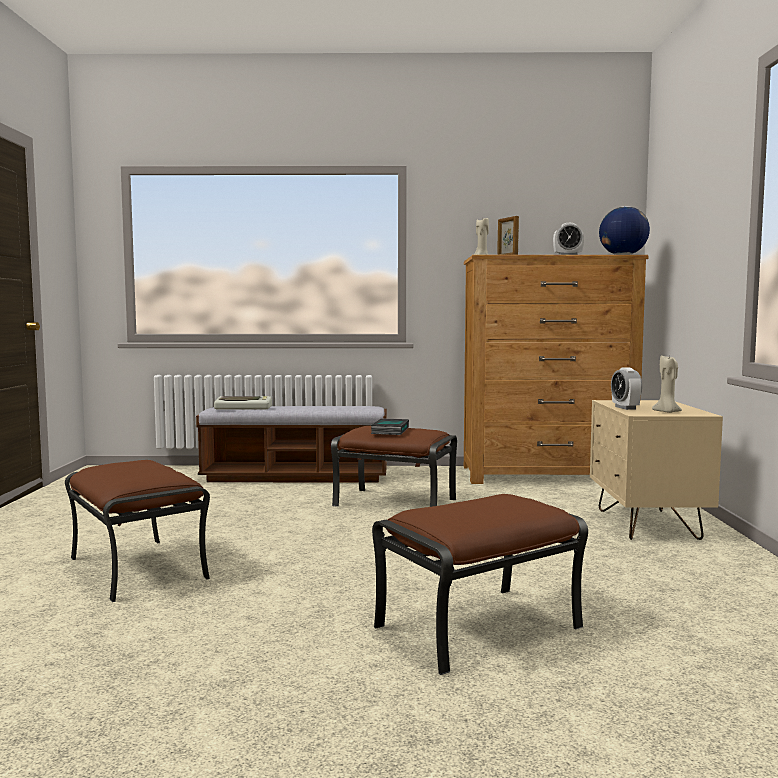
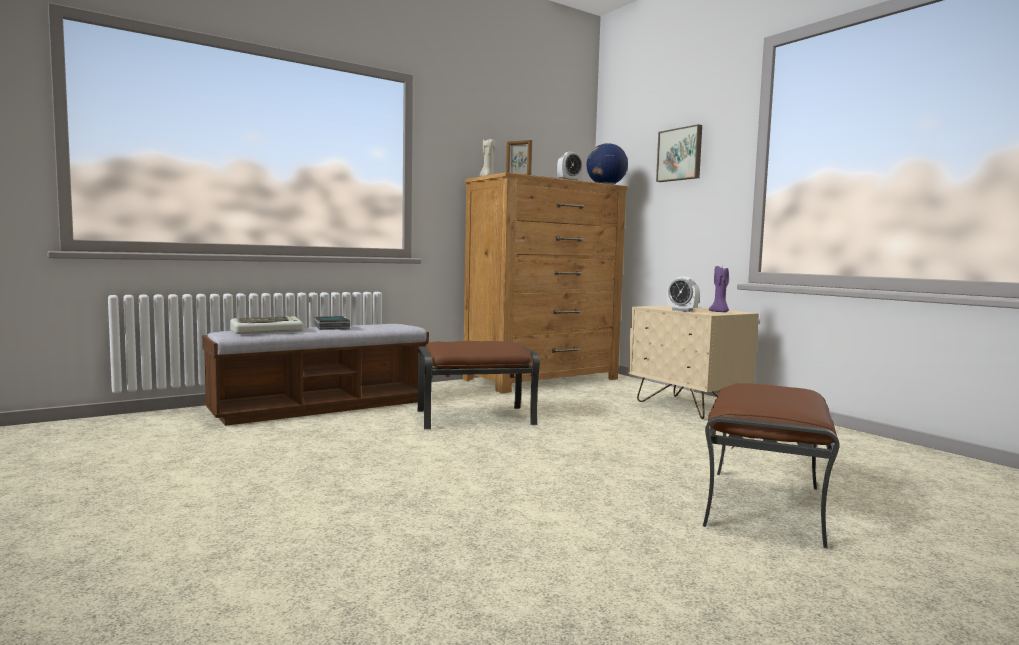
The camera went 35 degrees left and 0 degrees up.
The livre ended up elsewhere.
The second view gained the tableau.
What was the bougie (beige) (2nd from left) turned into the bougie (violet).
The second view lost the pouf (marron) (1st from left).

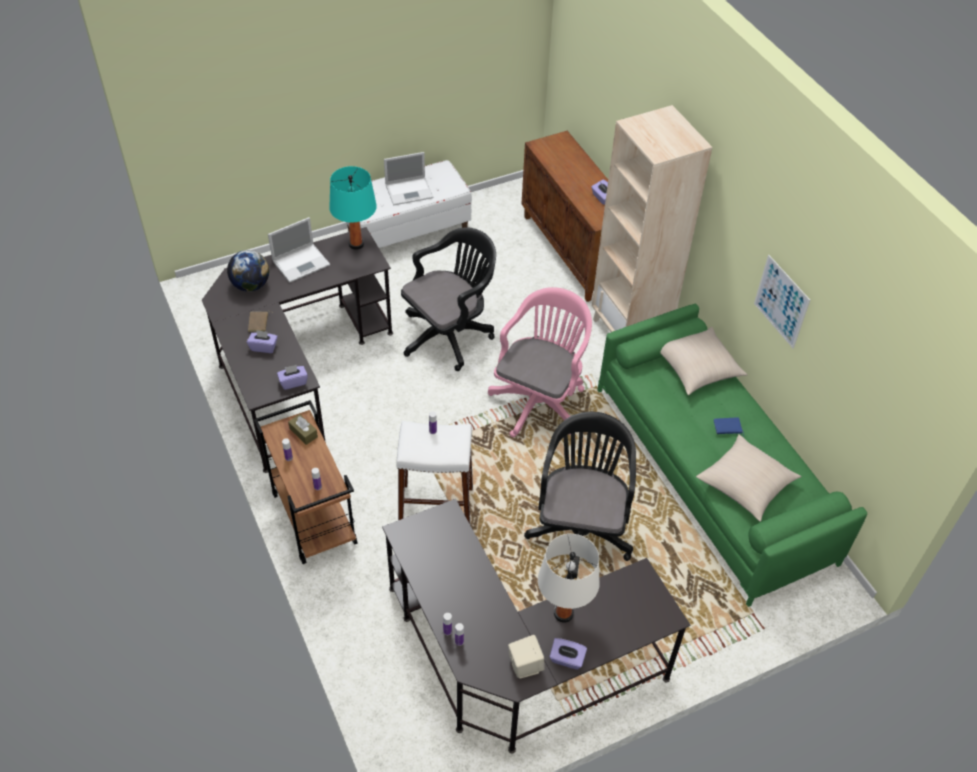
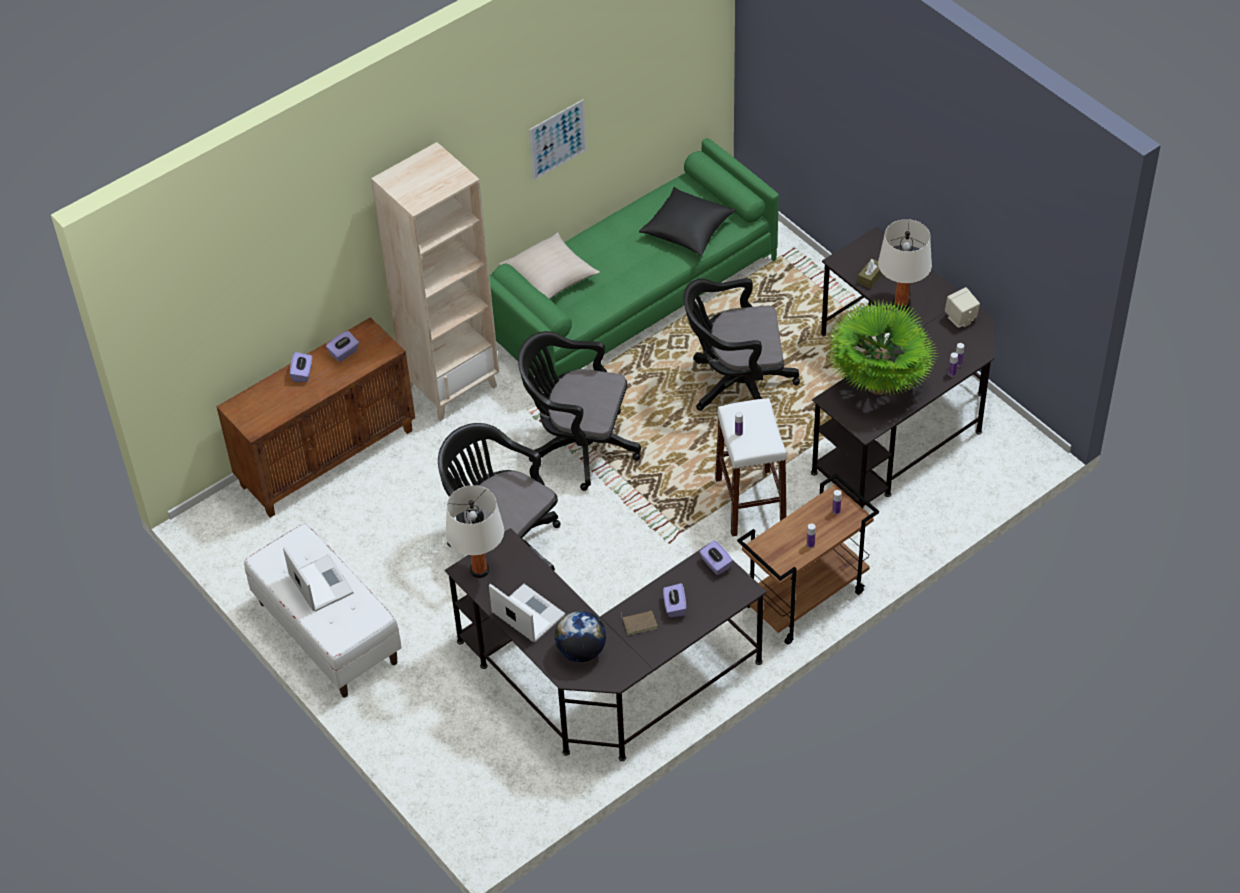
The camera went 100 degrees left and 0 degrees up.
The boîte à mouchoirs (violet) (3rd from left in the first image) ended up elsewhere.
What was the lampe de table (turquoise) turned into the lampe de table (blanc) (1st from left).
What was the chaise de bureau (rose) turned into the chaise de bureau (noir) (2nd from left).
What was the coussin (beige) (2nd from left) turned into the coussin (noir).
The second view gained the plante en pot.
The boîte à mouchoirs (marron) ended up elsewhere.
The second view lost the livre (bleu).

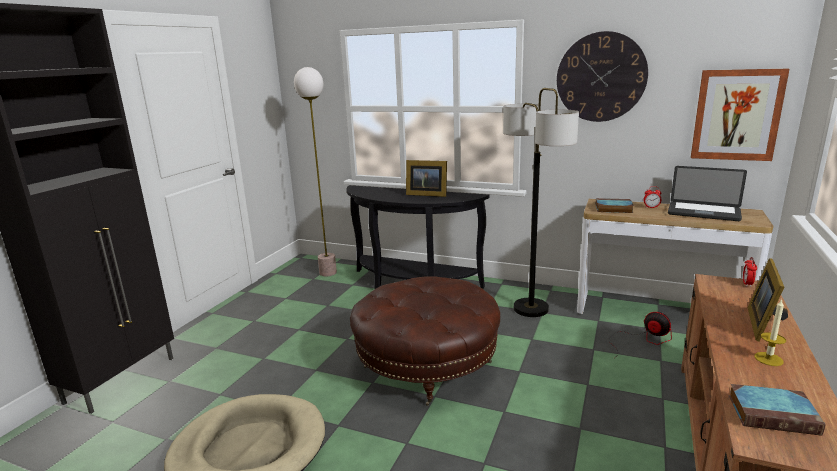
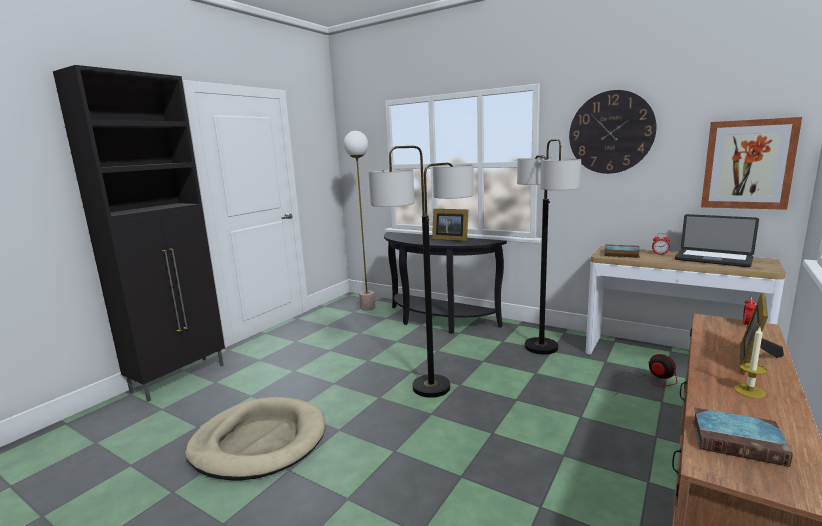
The camera went 10 degrees right and 5 degrees down.
Where the pouf (marron) stood, the lampadaire (2nd from left) came to stand.

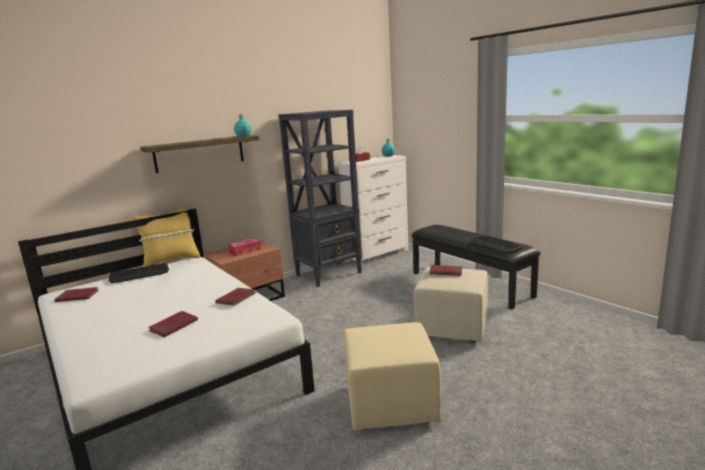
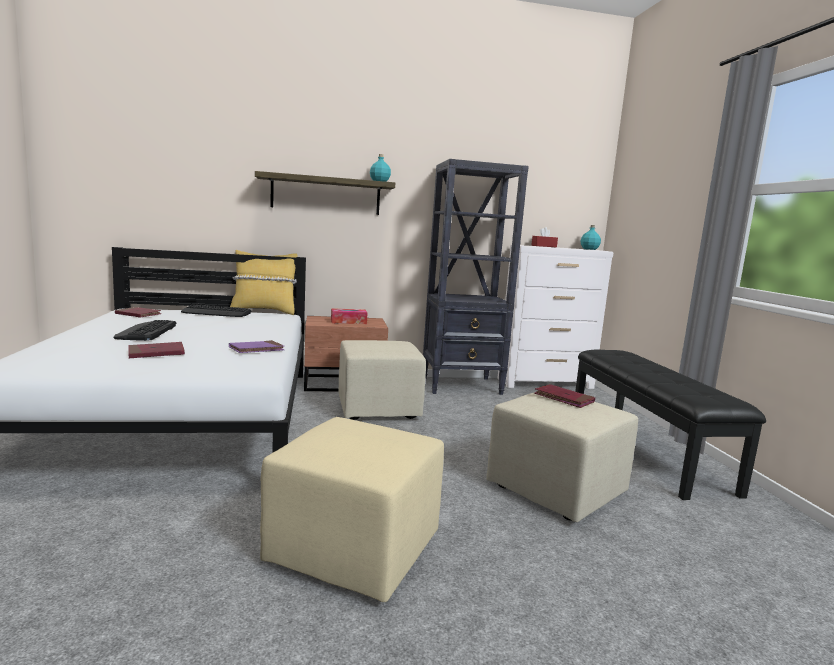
The camera went 25 degrees right and 5 degrees down.
The clavier (2nd from left in the first image) ended up elsewhere.
What was the livre (rouge) (3rd from left) turned into the livre (violet).
The second view gained the pouf (beige) (2nd from left).

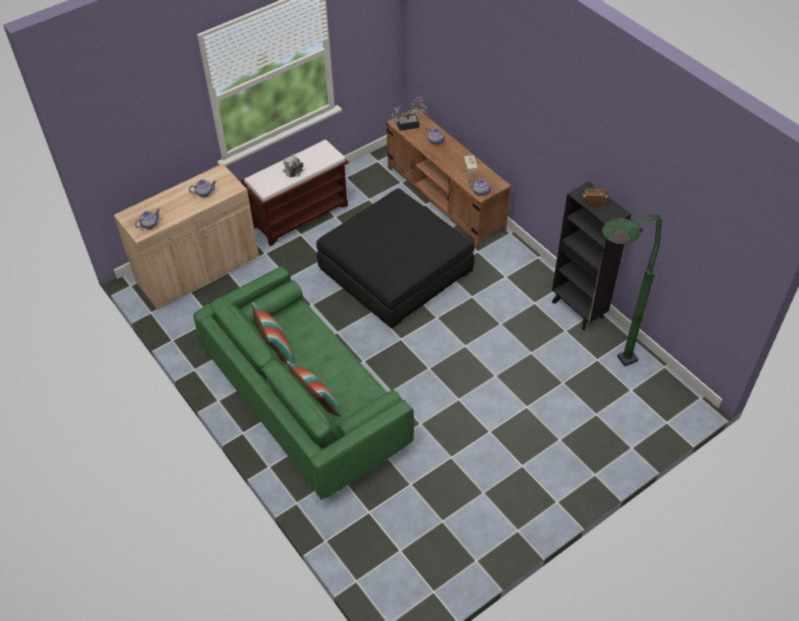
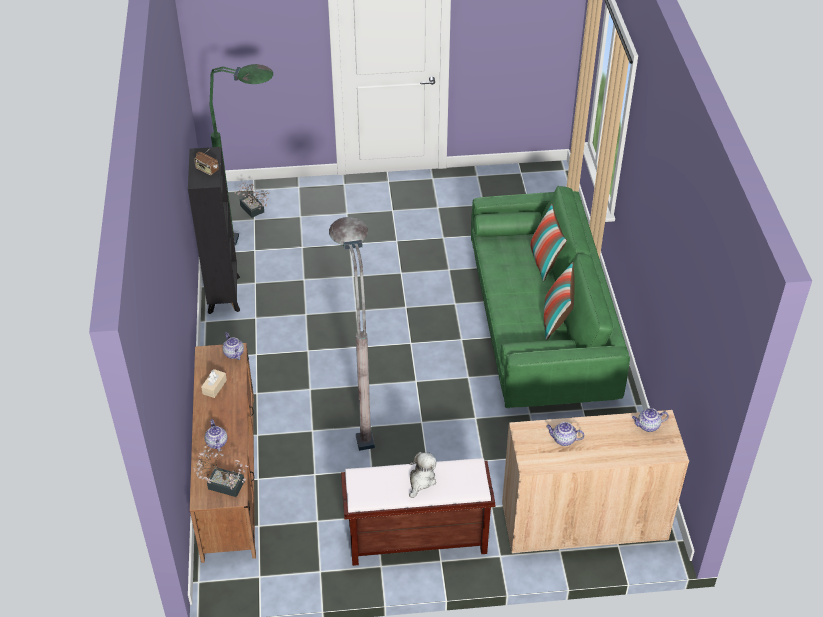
The camera went 150 degrees left and 5 degrees down.
The second view gained the plante en pot (2nd from left).
Where the pouf (noir) stood, the lampadaire (gris) came to stand.

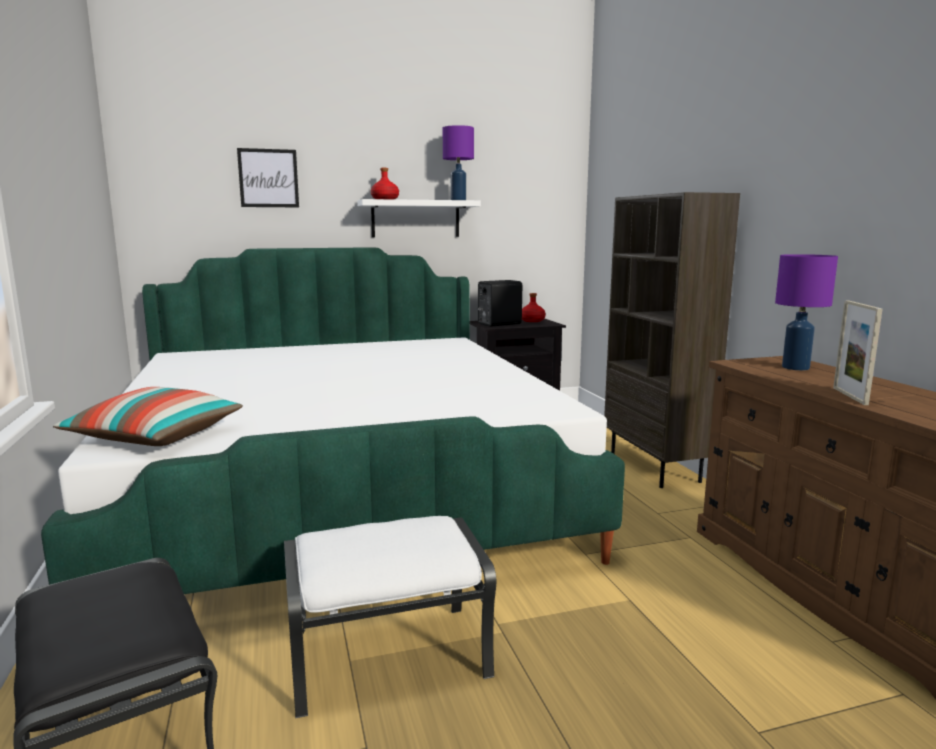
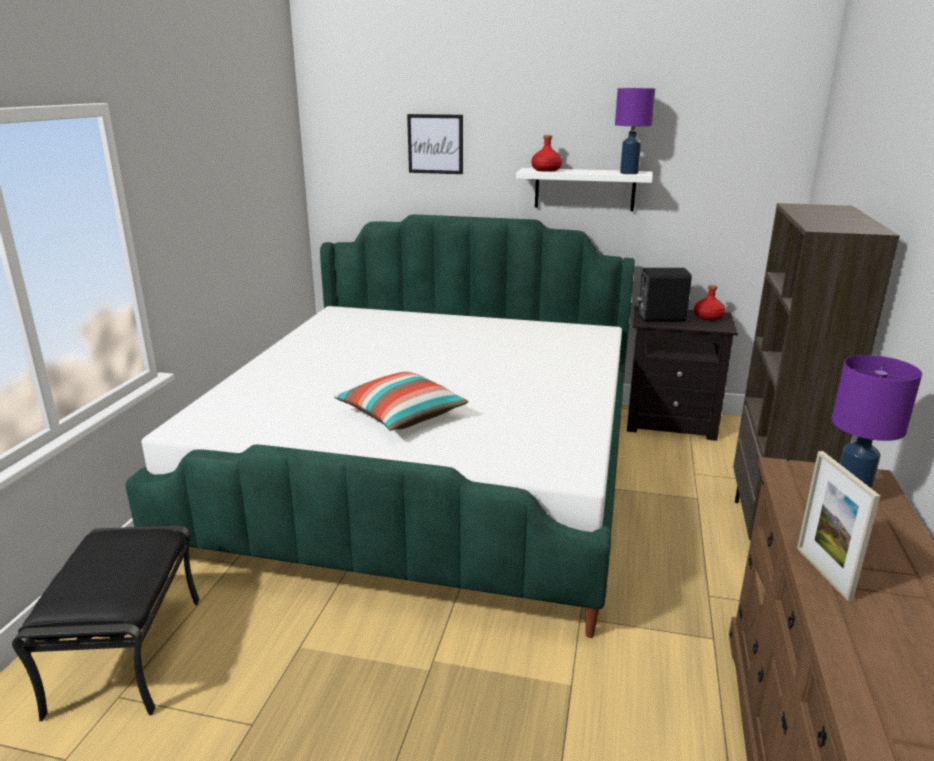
The camera went 30 degrees right and 10 degrees up.
The coussin ended up elsewhere.
The cadre photo ended up facing another way, 45 degrees counterclockwise from before.
The second view lost the pouf (blanc).

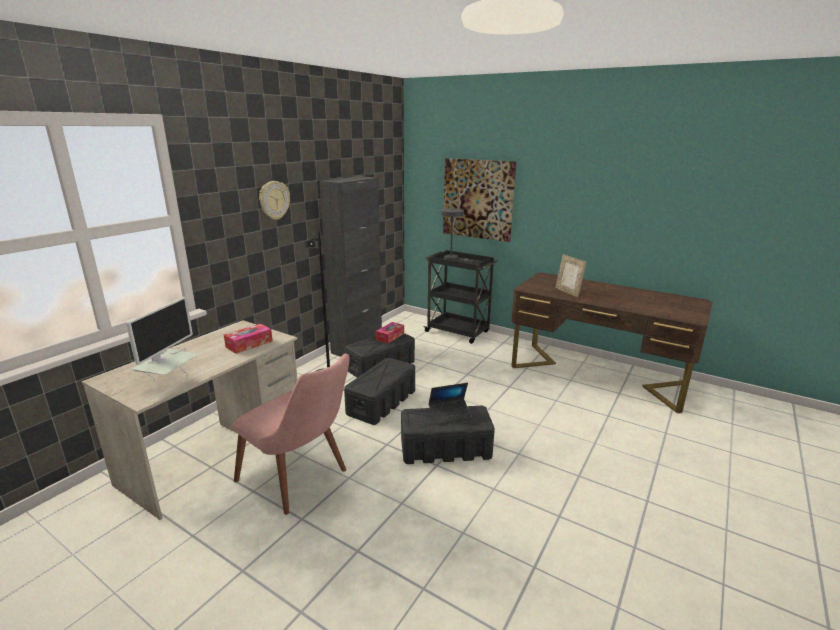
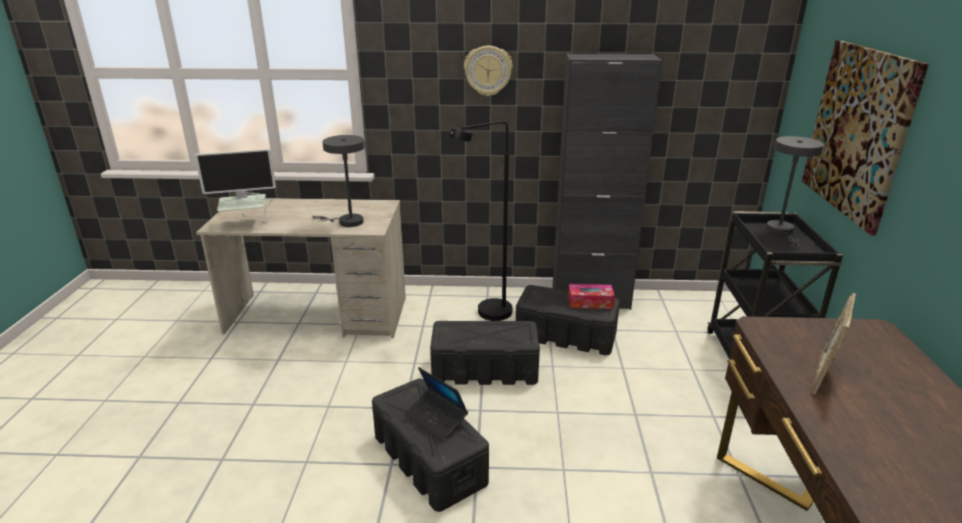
The camera went 60 degrees right and 5 degrees up.
Where the boîte à mouchoirs (1st from left) stood, the lampe de table (gris) (1st from left) came to stand.
The second view lost the chaise (rose).

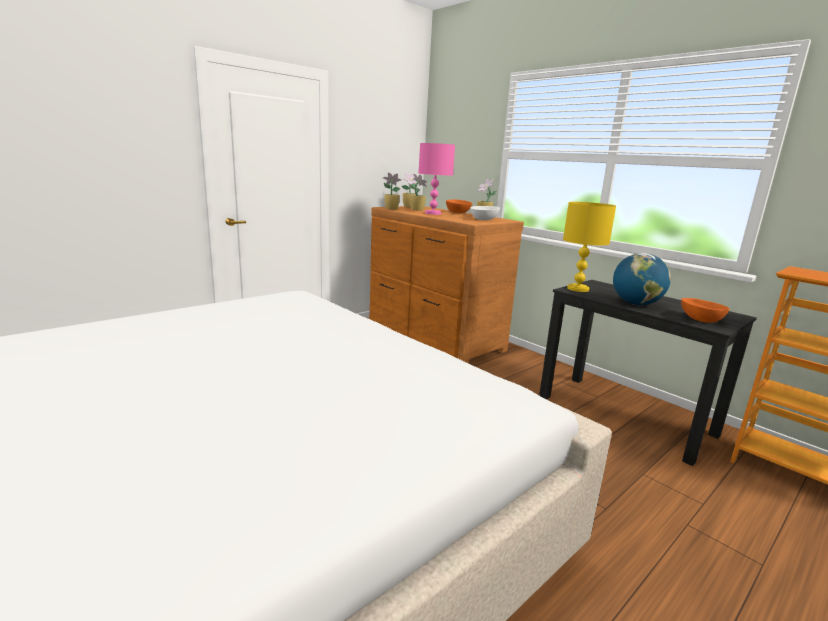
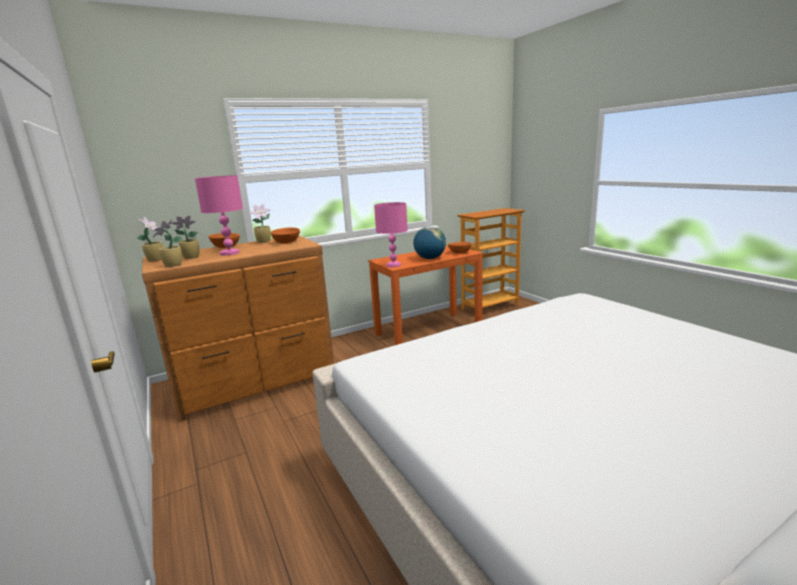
The camera went 75 degrees left and 0 degrees up.
What was the bol (blanc) turned into the bol (orange) (2nd from left).
What was the bureau (noir) turned into the bureau (orange).
What was the lampe de table (jaune) turned into the lampe de table (rose) (2nd from left).

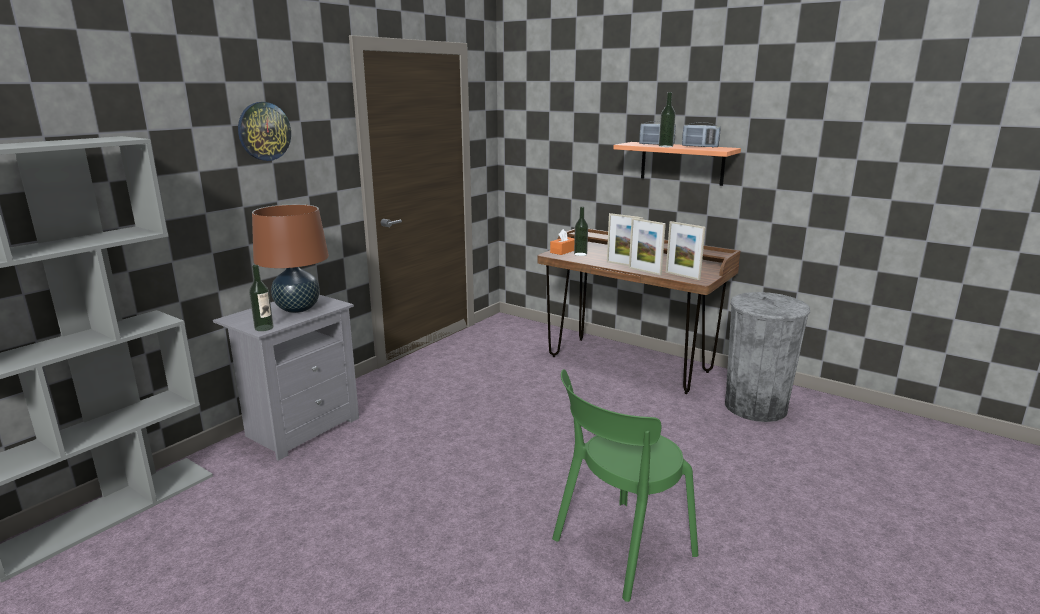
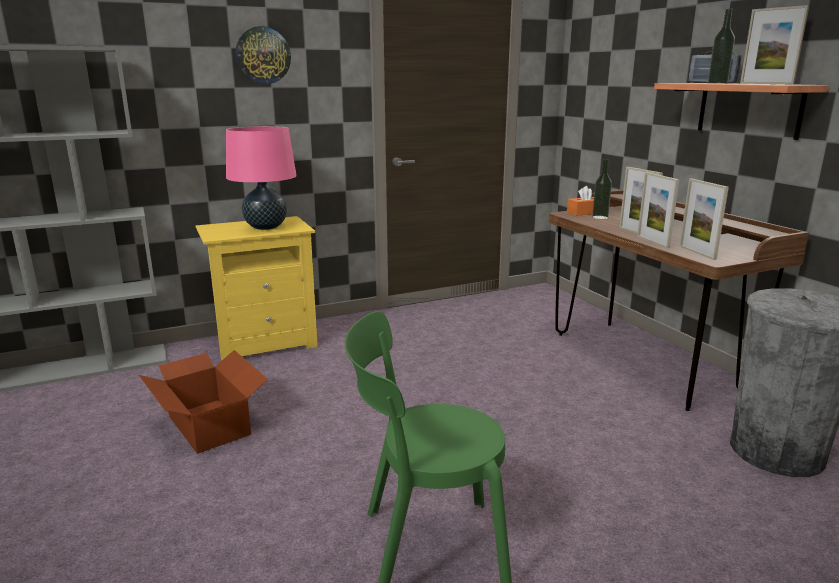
The camera went 30 degrees right and 0 degrees up.
The second view gained the carton.
What was the table de chevet (gris) turned into the table de chevet (jaune).
What was the lampe de table (marron) turned into the lampe de table (rose).
Where the radio (2nd from left) stood, the cadre photo (4th from left) came to stand.
The second view lost the bouteille (1st from left).

